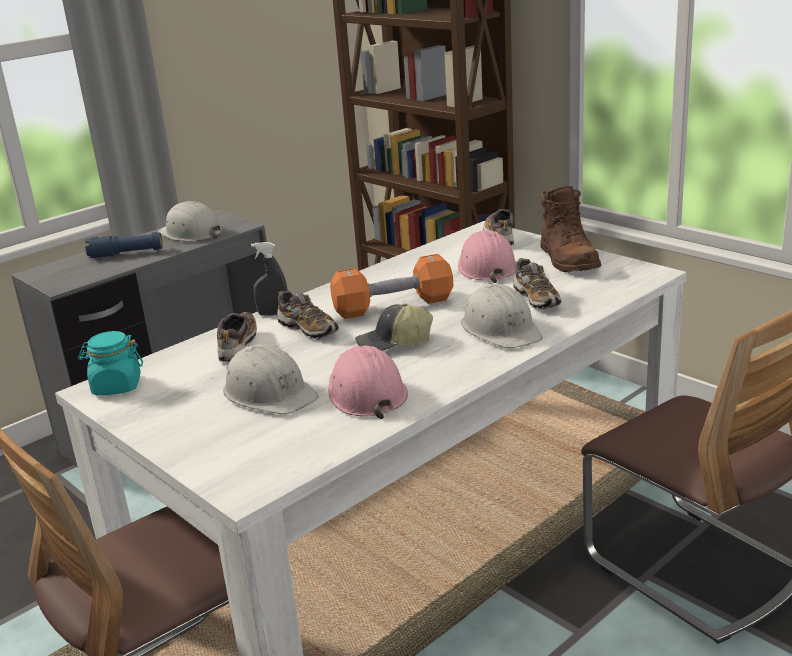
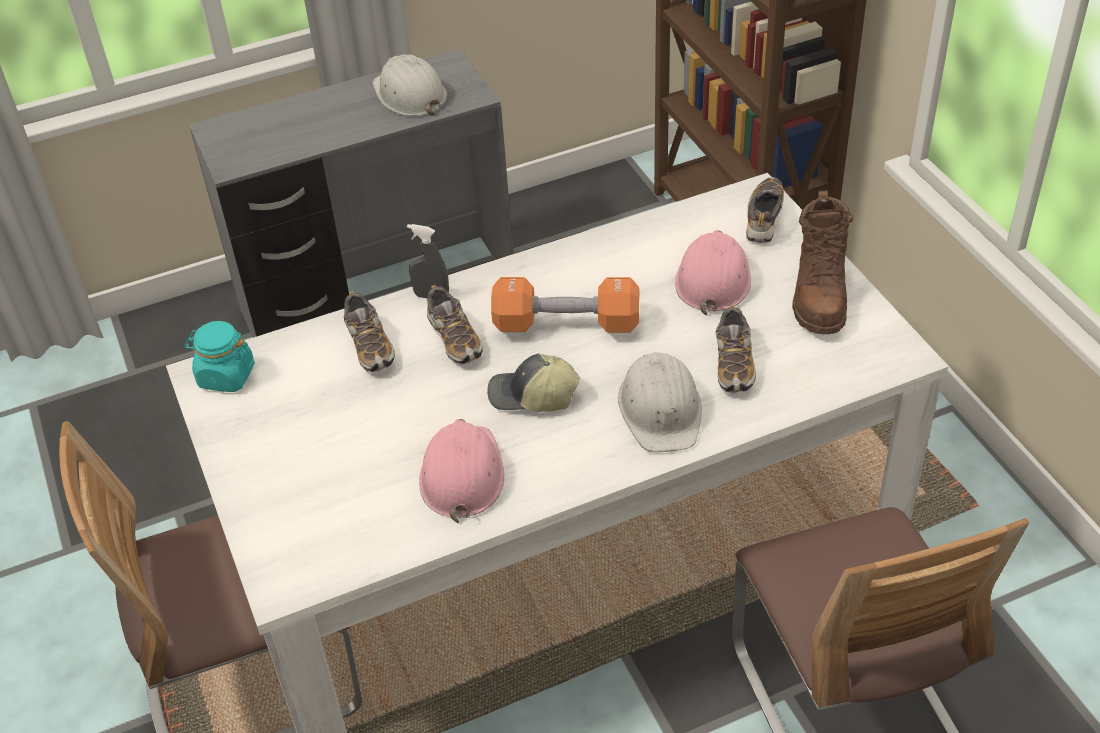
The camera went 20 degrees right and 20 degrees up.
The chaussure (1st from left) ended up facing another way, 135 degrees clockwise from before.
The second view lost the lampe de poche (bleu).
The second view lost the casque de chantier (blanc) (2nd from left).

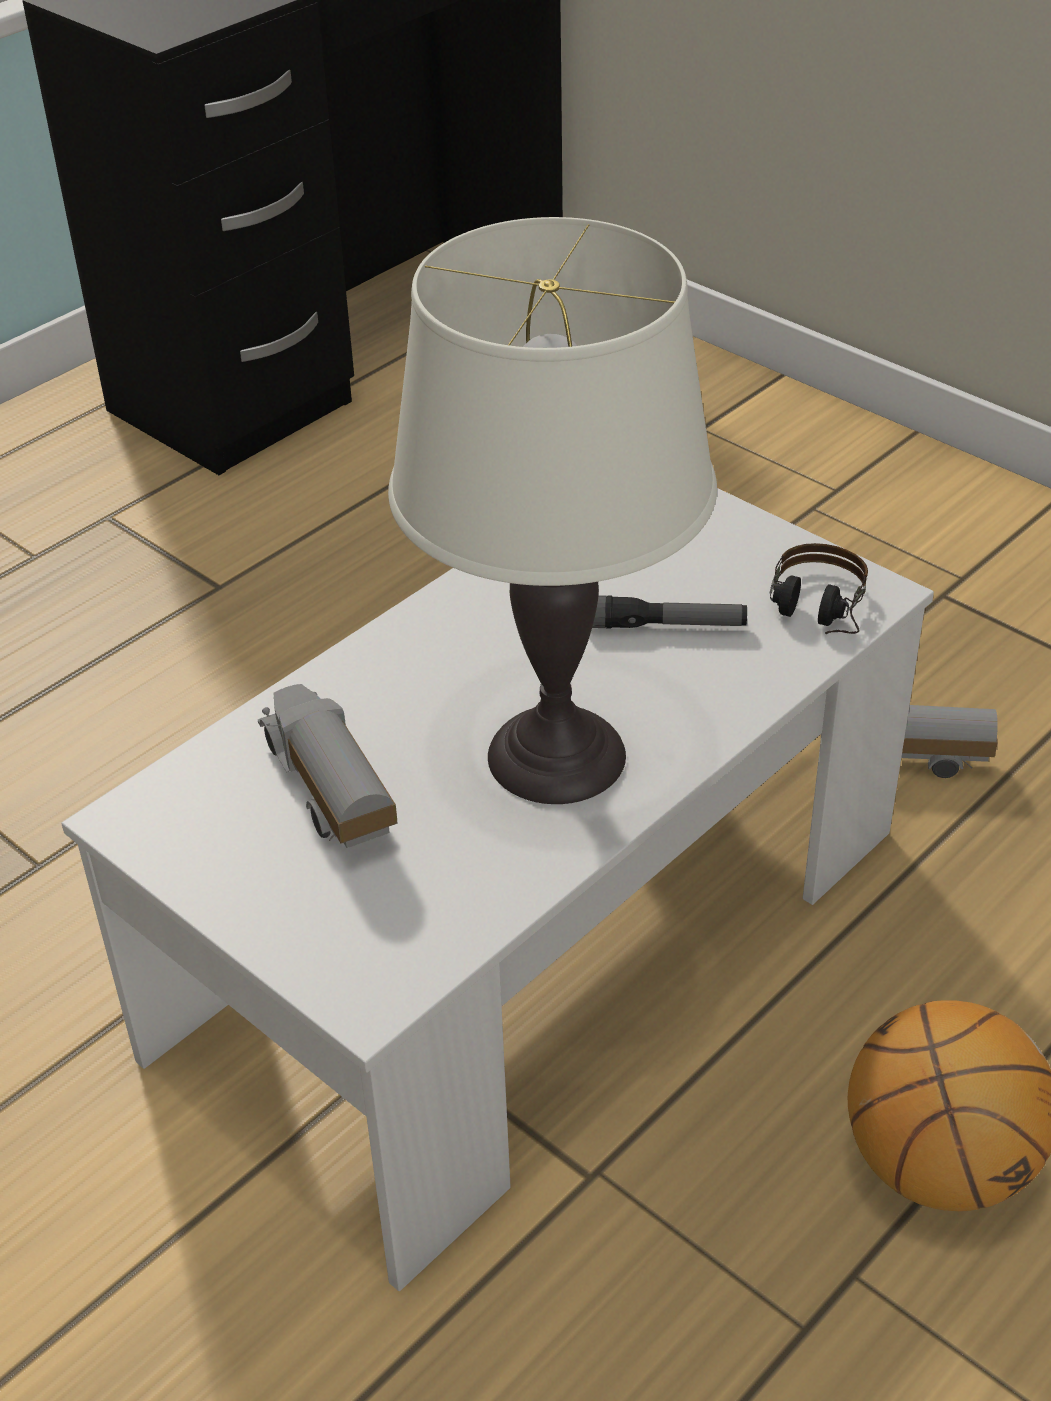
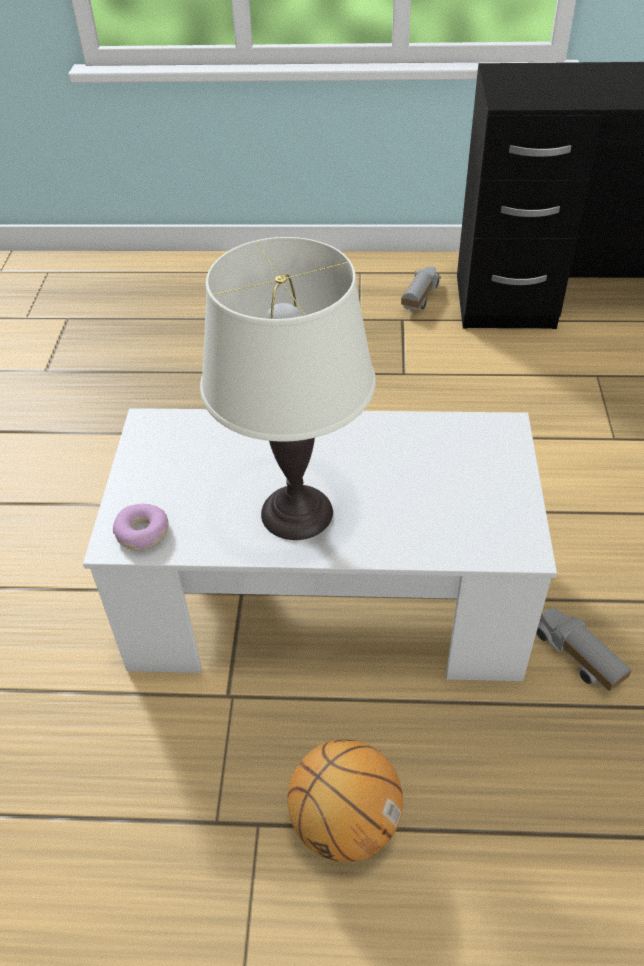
The camera went 50 degrees right and 5 degrees up.
The second view gained the beignet.
The camion jouet (1st from left) ended up elsewhere.
The second view lost the lampe de poche.
The second view lost the casque audio.

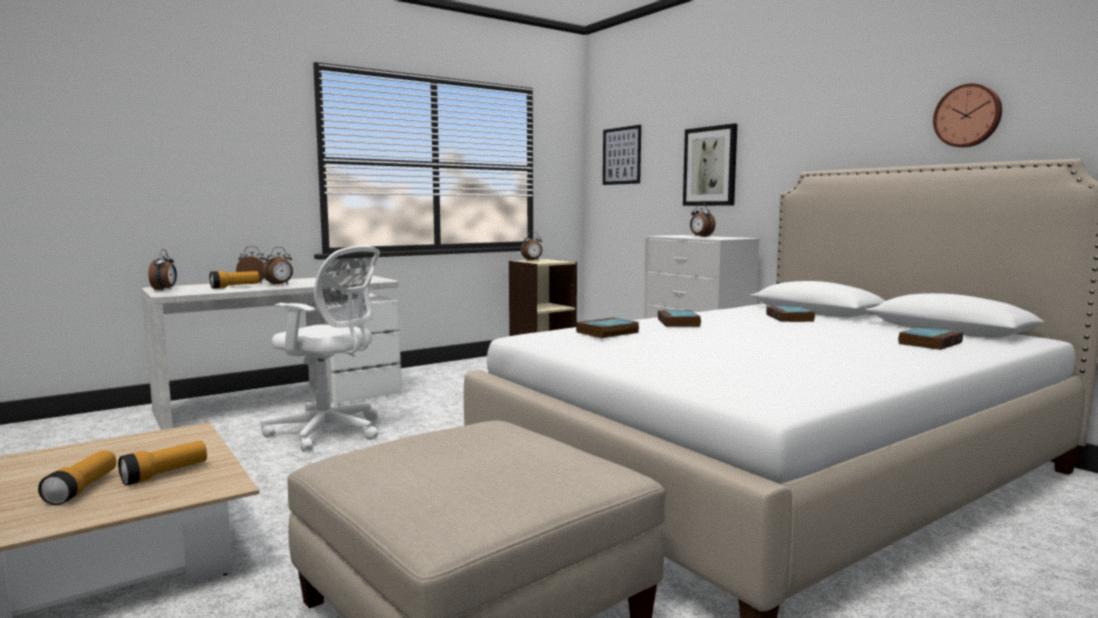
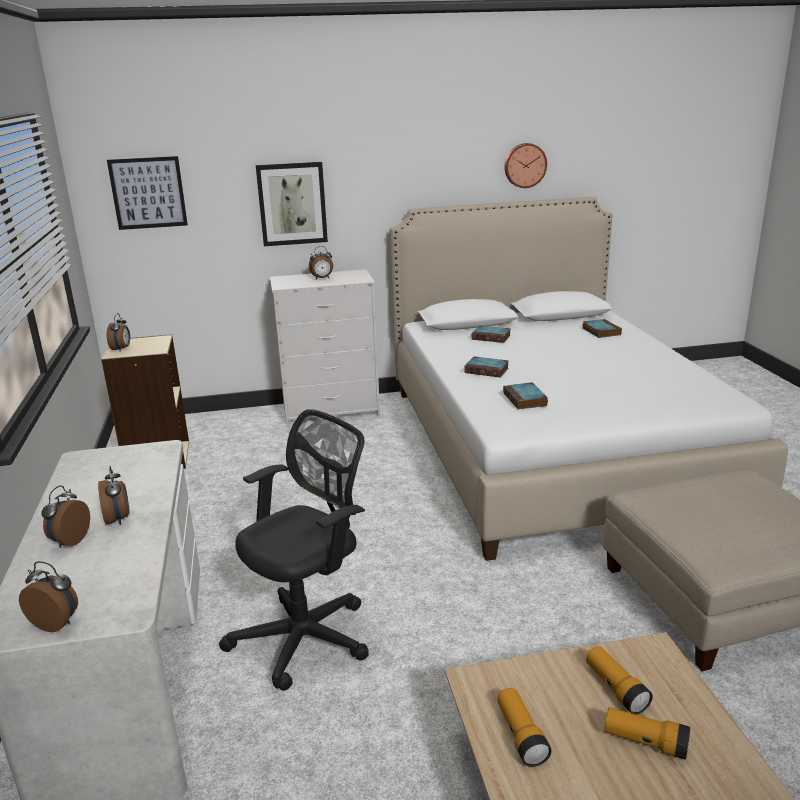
The camera went 65 degrees left and 15 degrees up.
What was the chaise de bureau (blanc) turned into the chaise de bureau (noir).
The lampe de poche (3rd from left in the first image) ended up elsewhere.

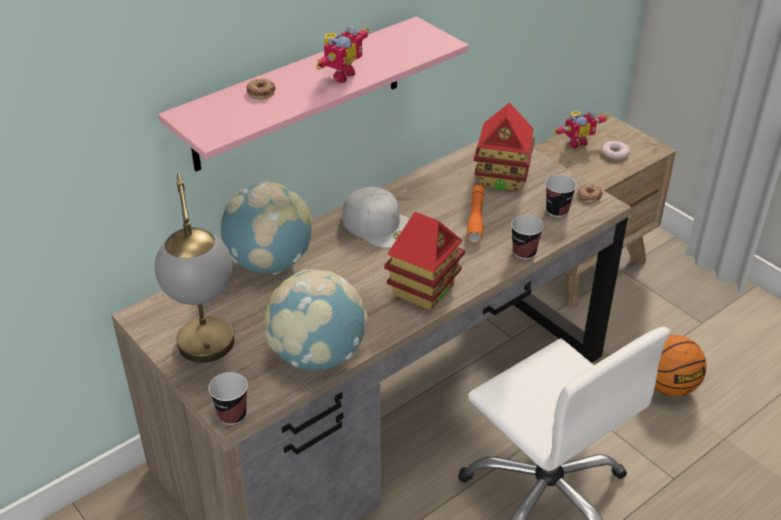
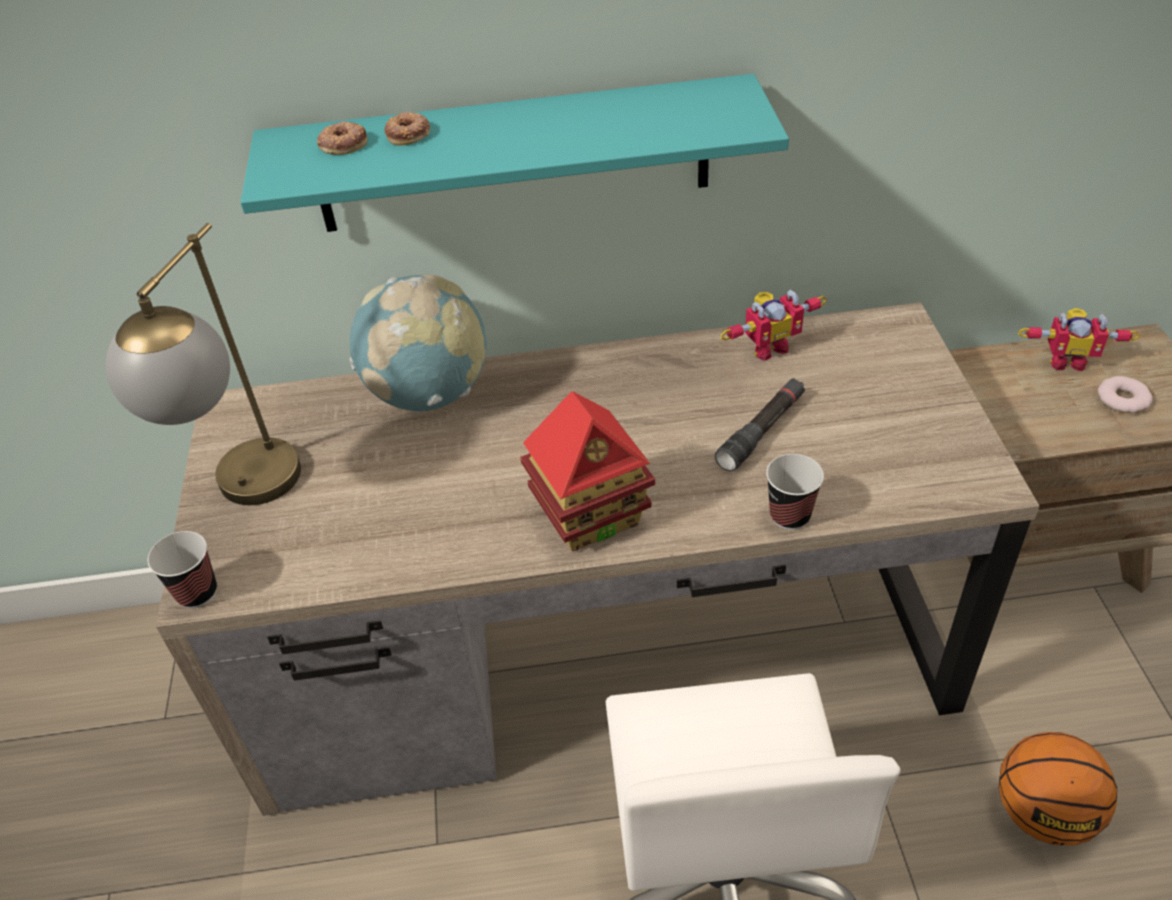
The camera went 35 degrees right and 5 degrees up.
What was the étagère (rose) turned into the étagère (turquoise).
The beignet (2nd from left in the first image) ended up elsewhere.
What was the lampe de poche (orange) turned into the lampe de poche (noir).
The robot jouet (1st from left) ended up elsewhere.
The second view lost the globe (2nd from left).
The second view lost the casquette (blanc).
The second view lost the maison miniature (2nd from left).
The second view lost the tasse (3rd from left).

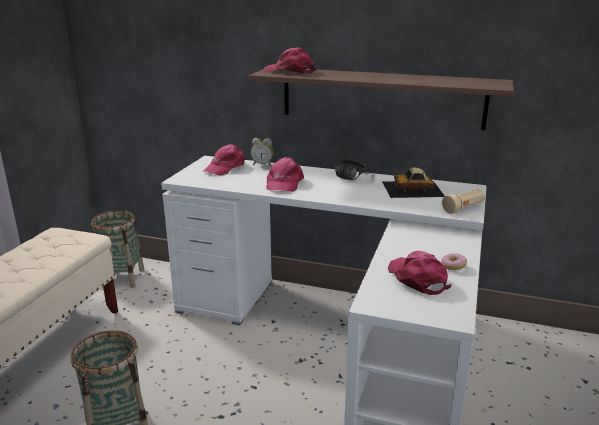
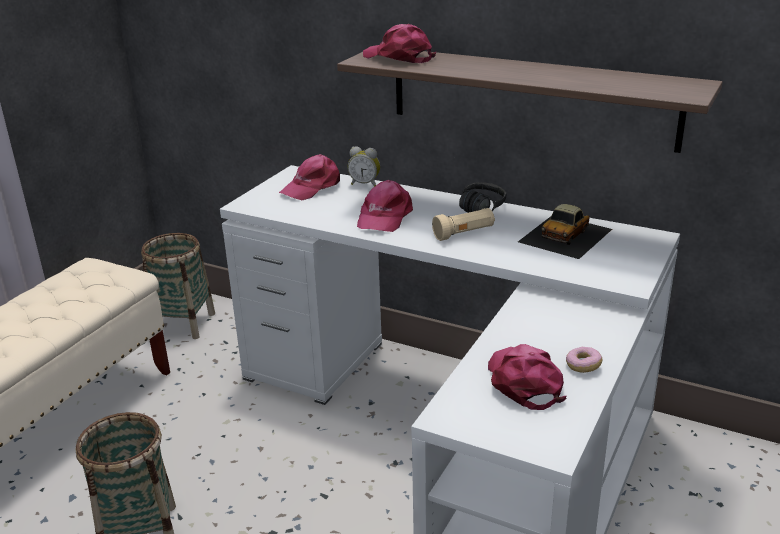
The camera went 10 degrees right and 5 degrees up.
The lampe de poche (beige) ended up elsewhere.
The petite voiture ended up facing another way, 60 degrees counterclockwise from before.

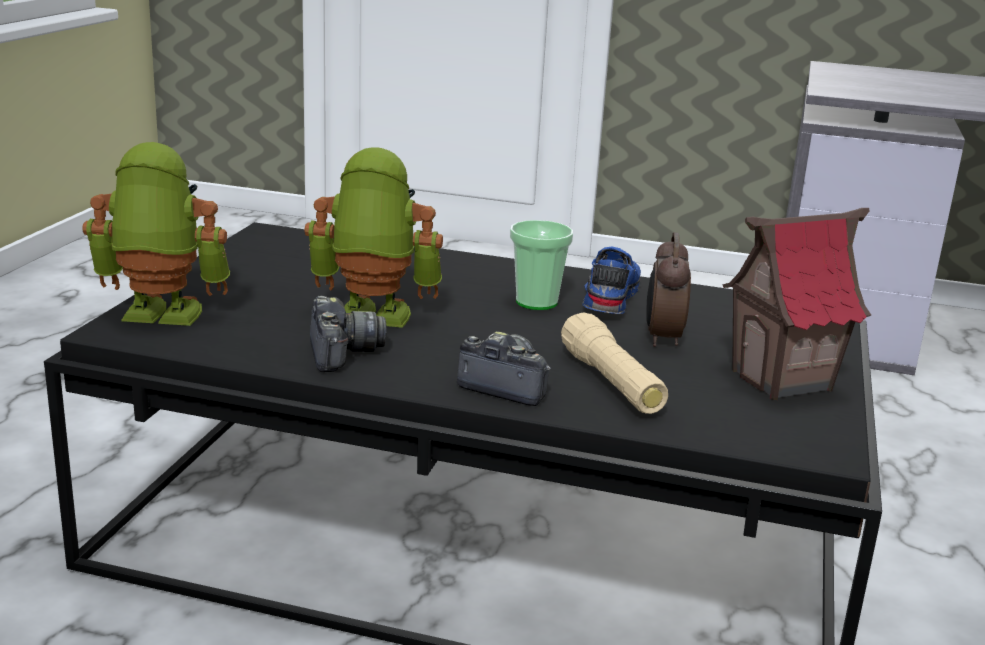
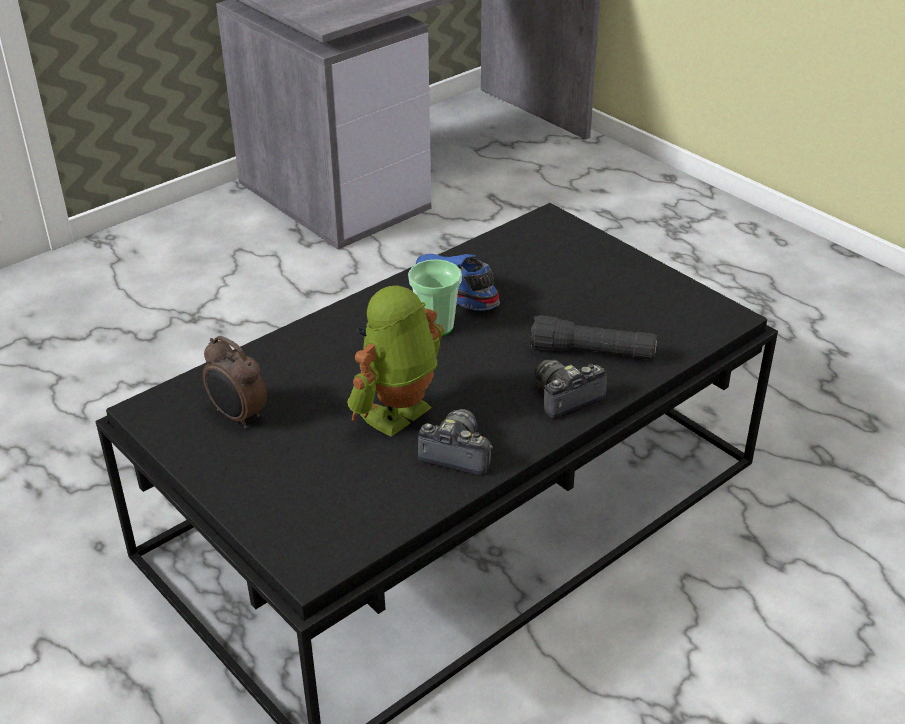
The camera went 55 degrees left and 15 degrees up.
The réveil ended up elsewhere.
What was the lampe de poche (beige) turned into the lampe de poche (noir).
The second view lost the robot jouet (1st from left).
The second view lost the maison miniature.

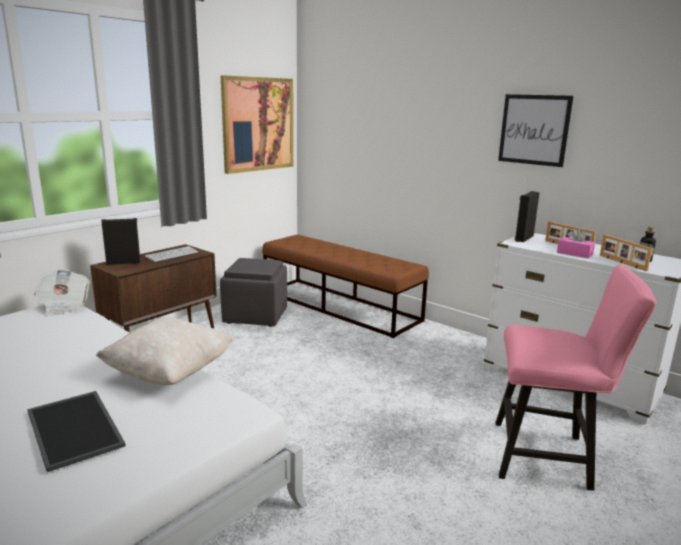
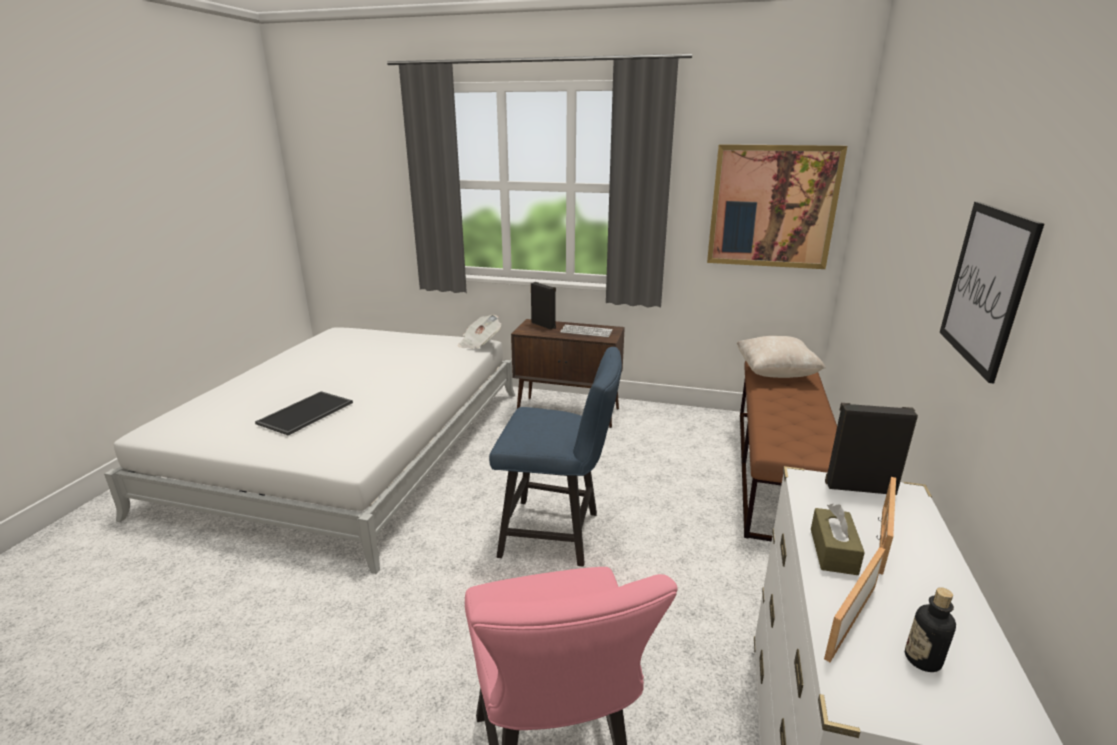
The camera went 65 degrees right and 5 degrees up.
The second view gained the chaise (bleu).
The coussin (beige) ended up elsewhere.
What was the boîte à mouchoirs (rose) turned into the boîte à mouchoirs (marron).
The second view lost the pouf (gris).

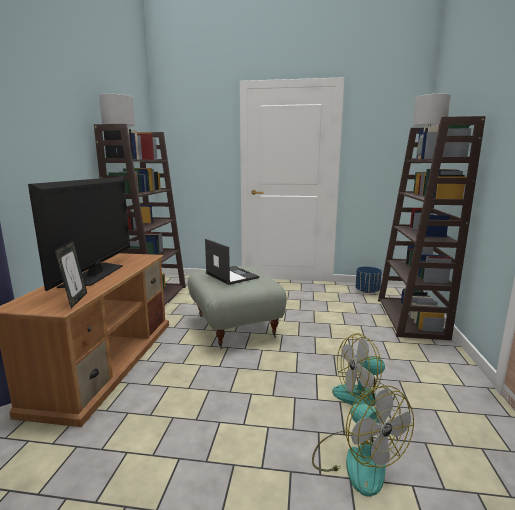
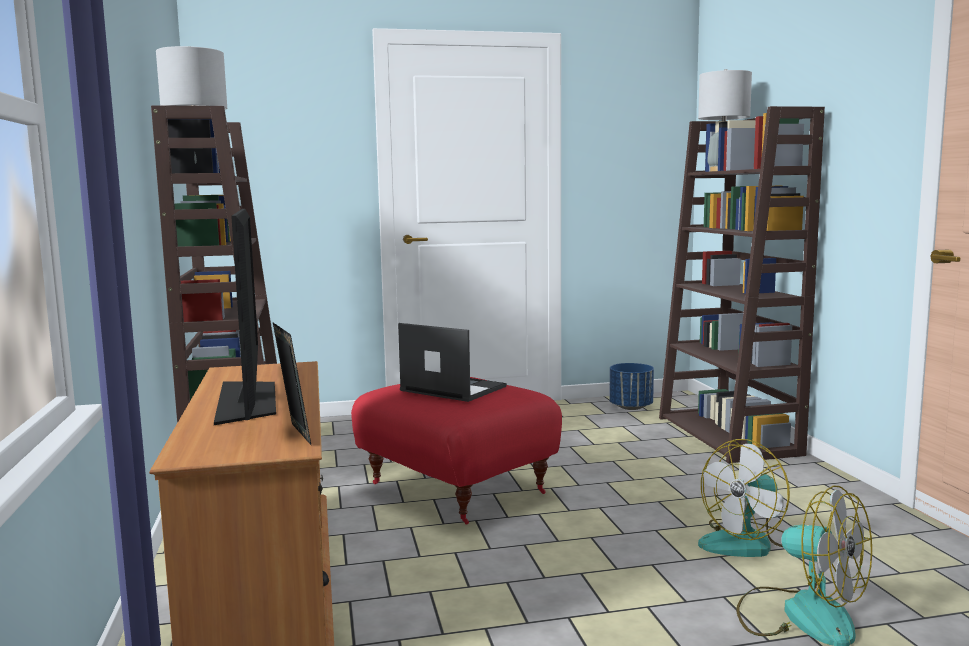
The camera went 20 degrees left and 5 degrees down.
What was the pouf (gris) turned into the pouf (rouge).

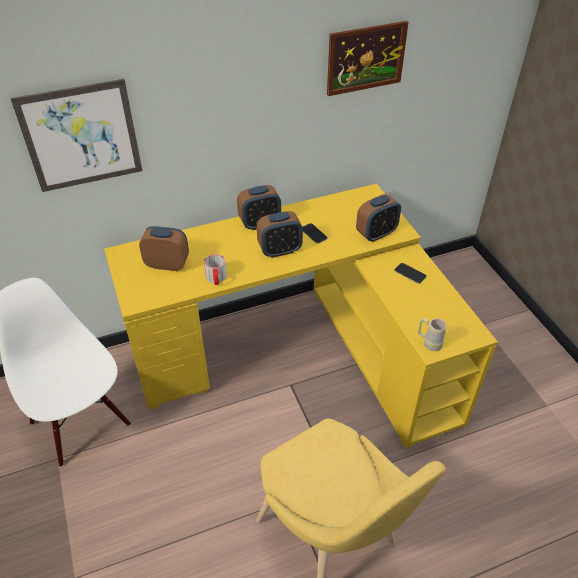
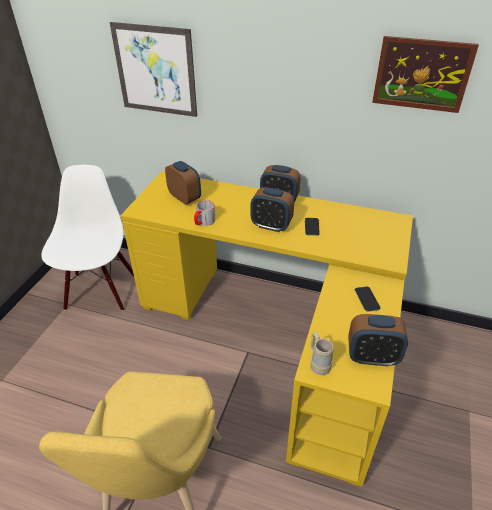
The camera went 40 degrees right and 5 degrees down.
The réveil (4th from left) ended up elsewhere.

